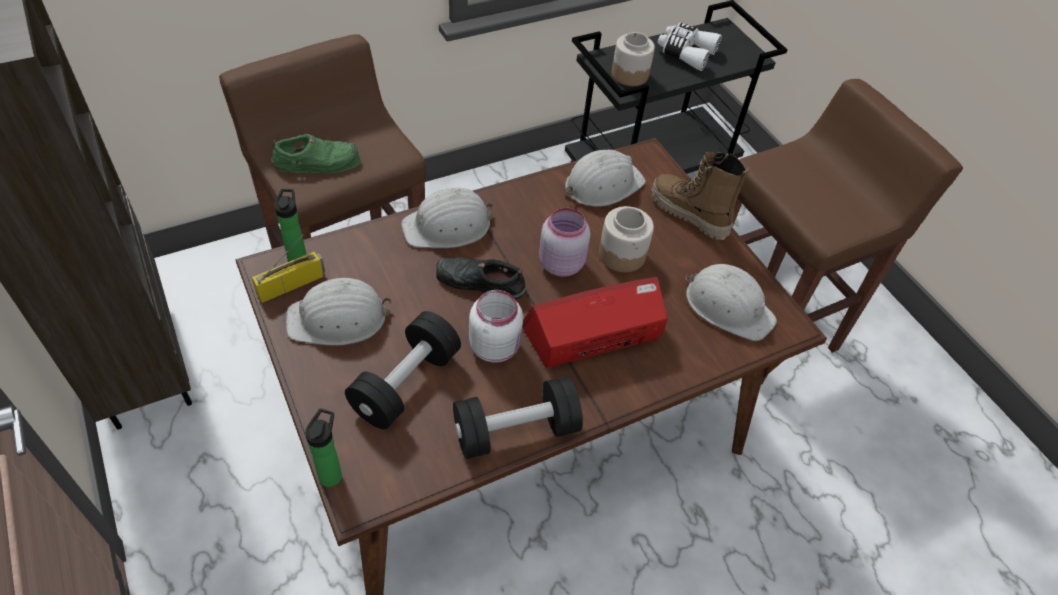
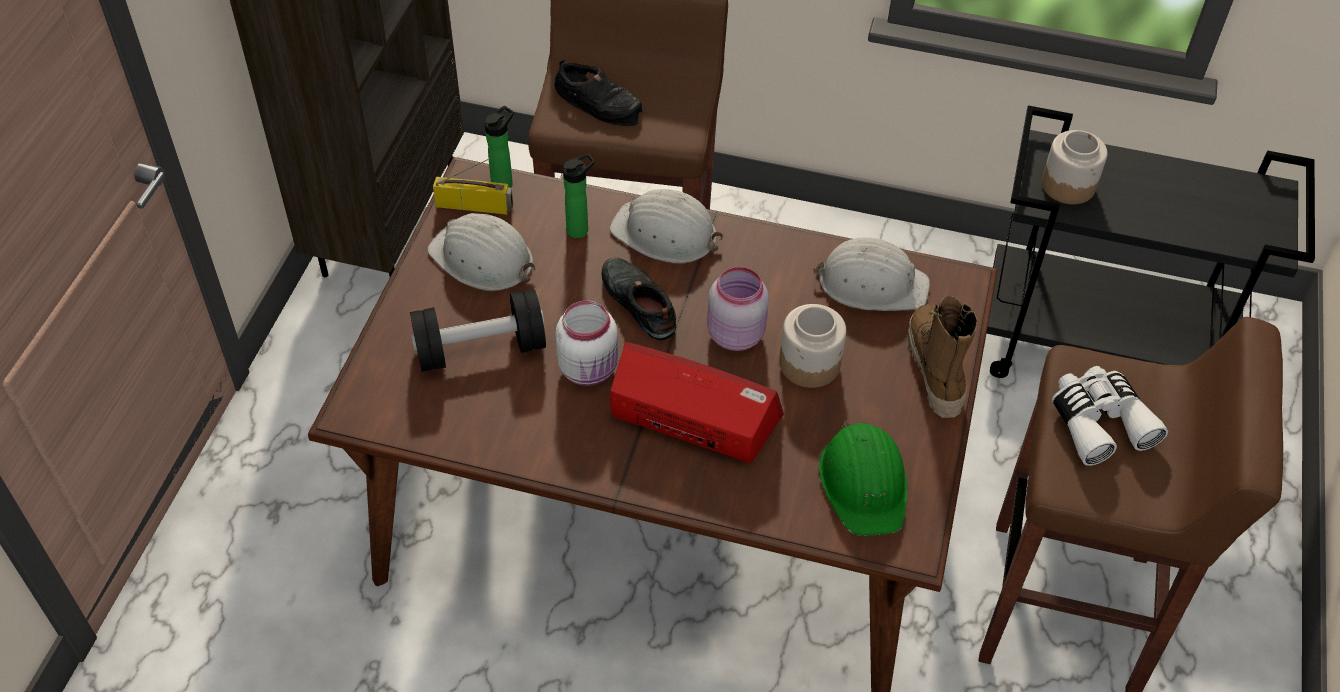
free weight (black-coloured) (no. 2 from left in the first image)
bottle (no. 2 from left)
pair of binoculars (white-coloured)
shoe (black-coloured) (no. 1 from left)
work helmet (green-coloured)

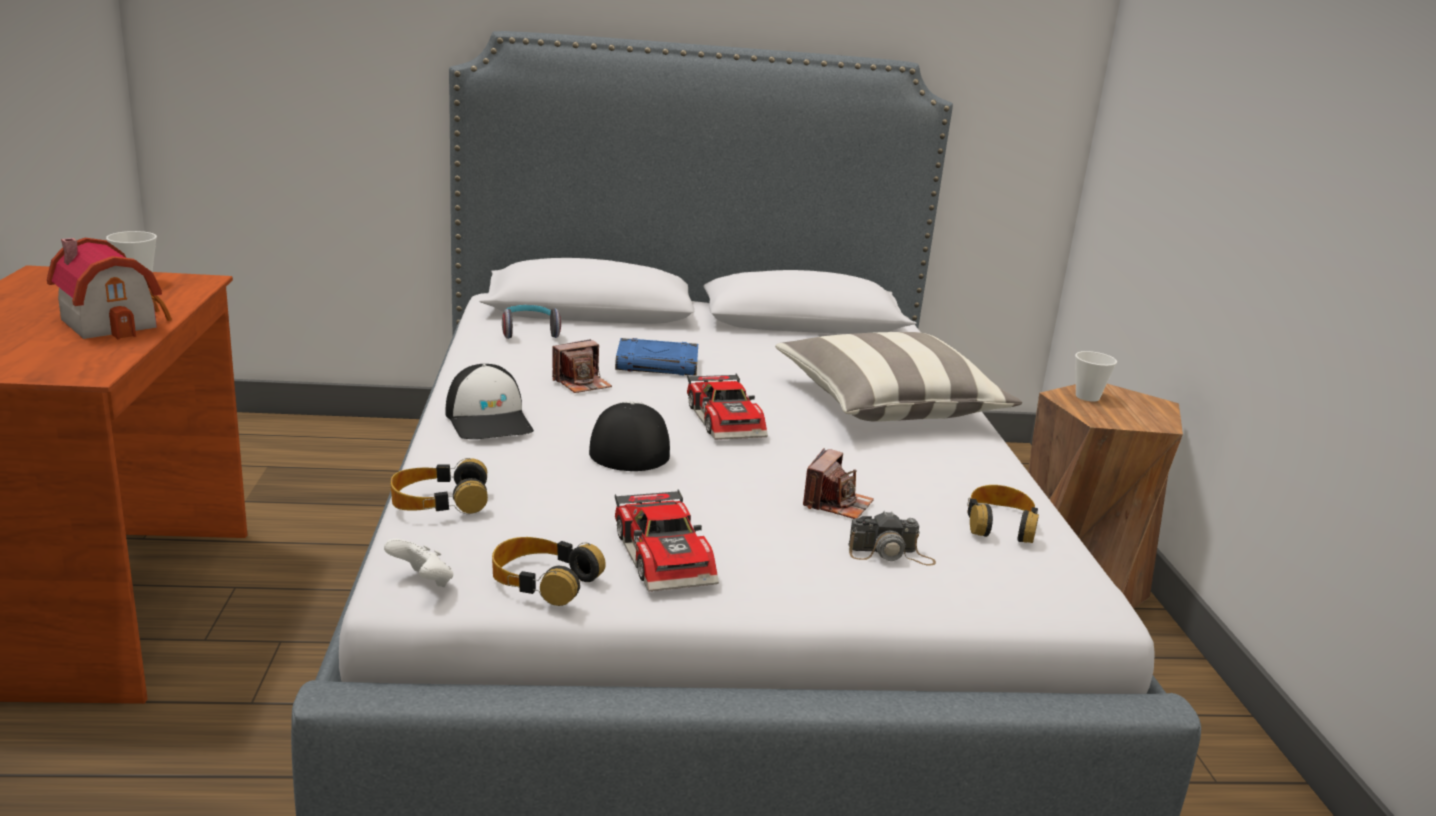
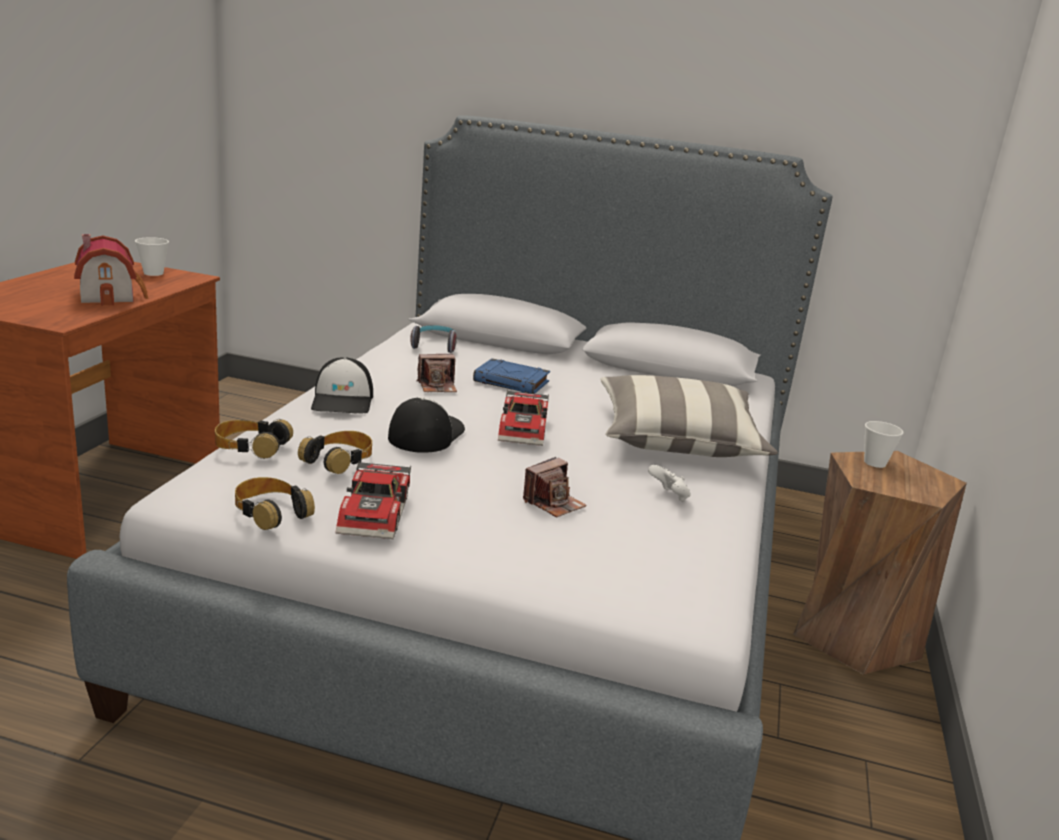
photo camera (no. 3 from left in the first image)
gamepad (white-coloured)
headphones (no. 3 from left)

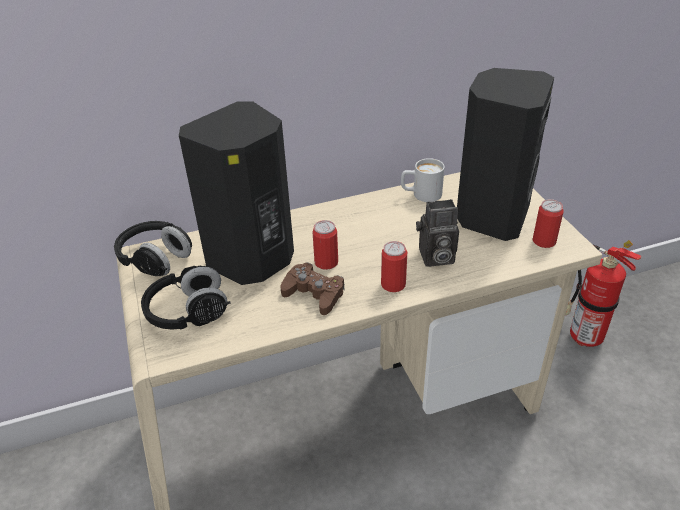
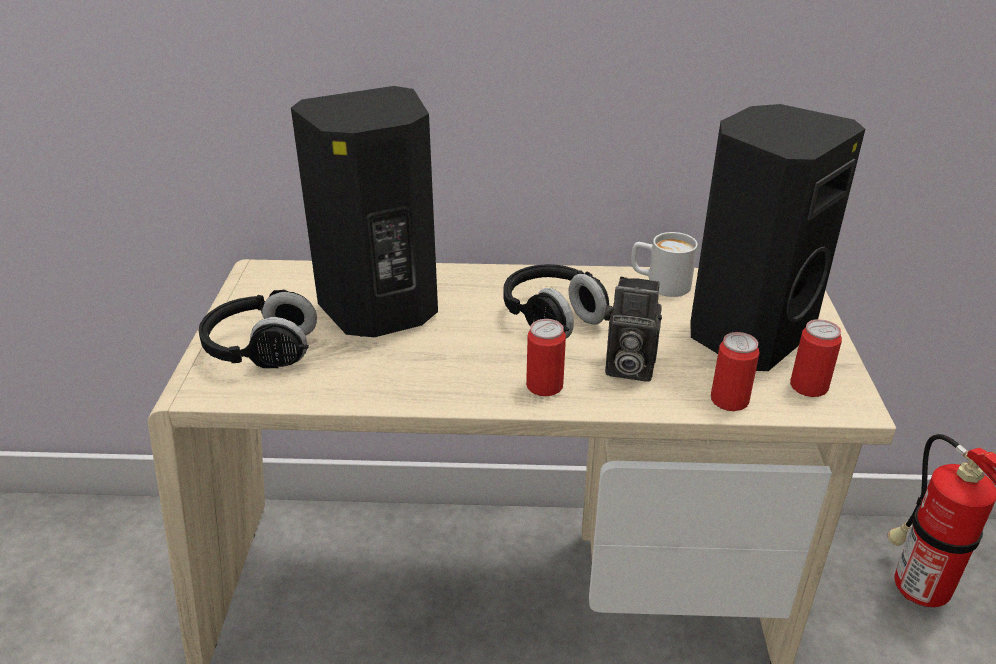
gamepad (brown-coloured)
headphones (black-coloured) (no. 2 from left)
metal can (no. 2 from left)

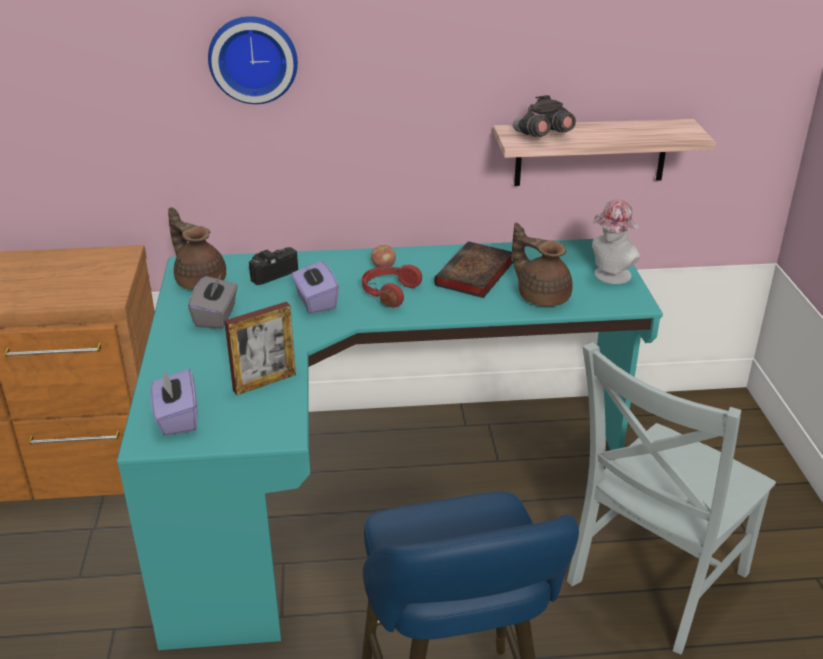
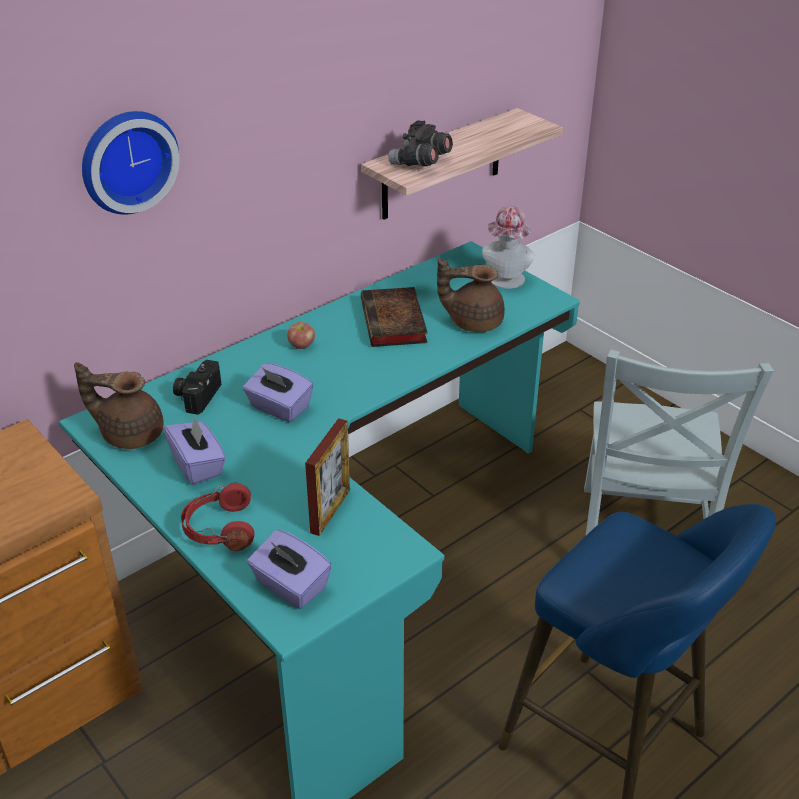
headphones (reddish)
tissue box (purplish) (no. 1 from left)

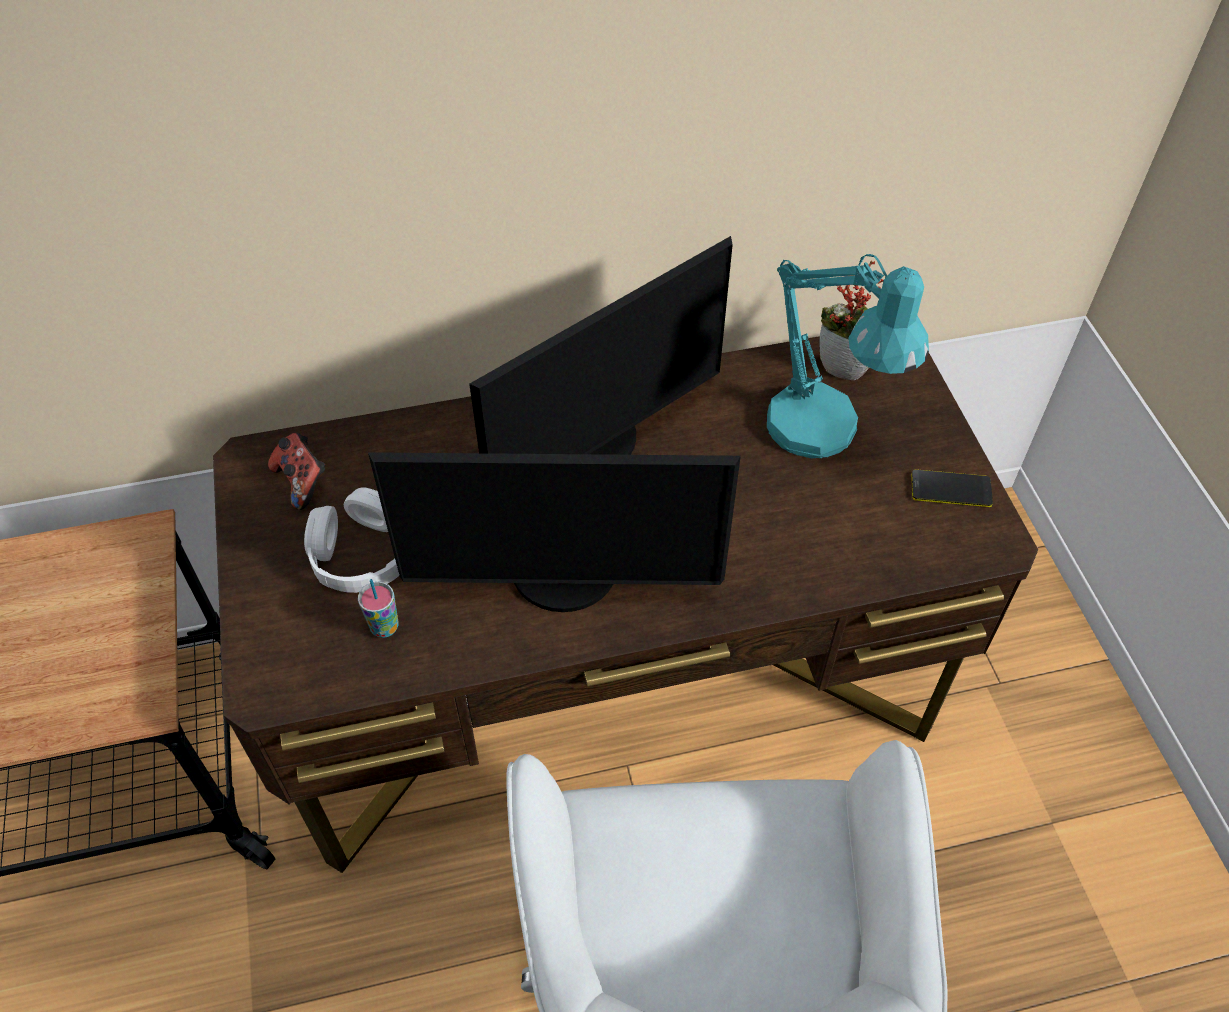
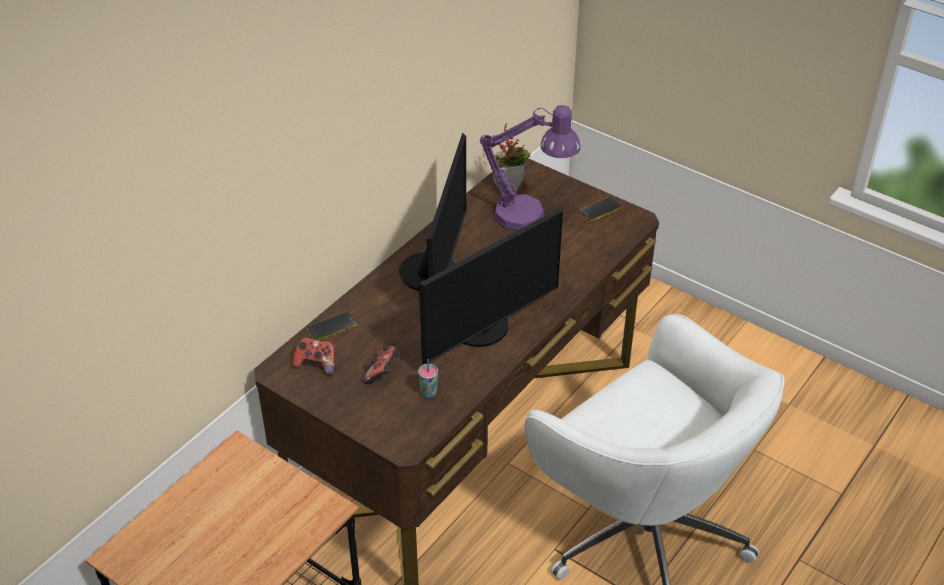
handset (no. 1 from left)
gamepad (no. 2 from left)
table lamp (purplish)

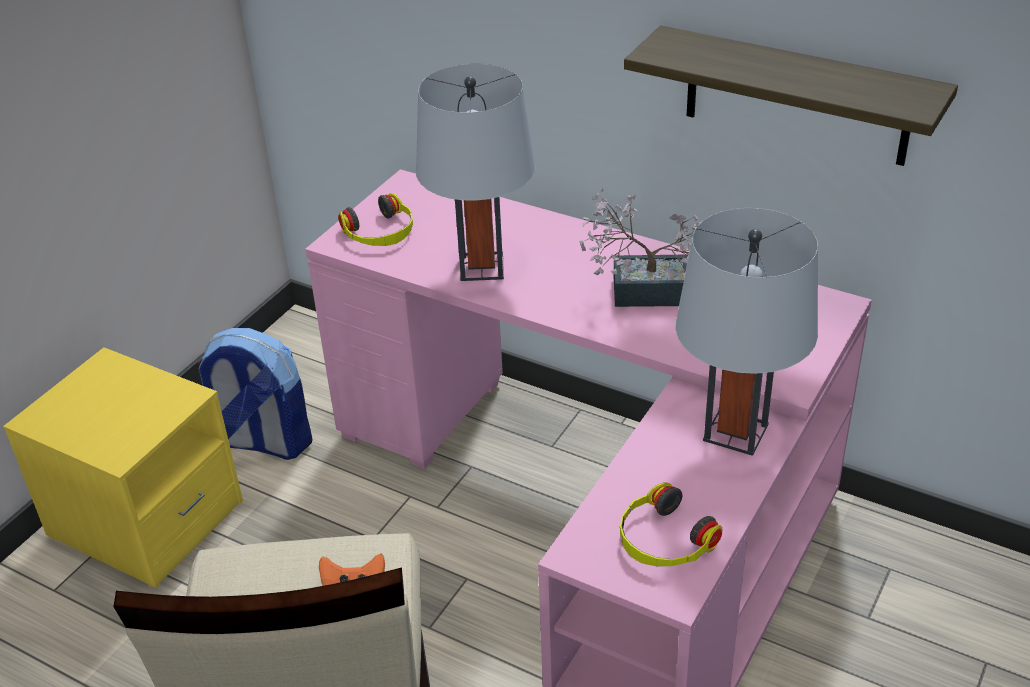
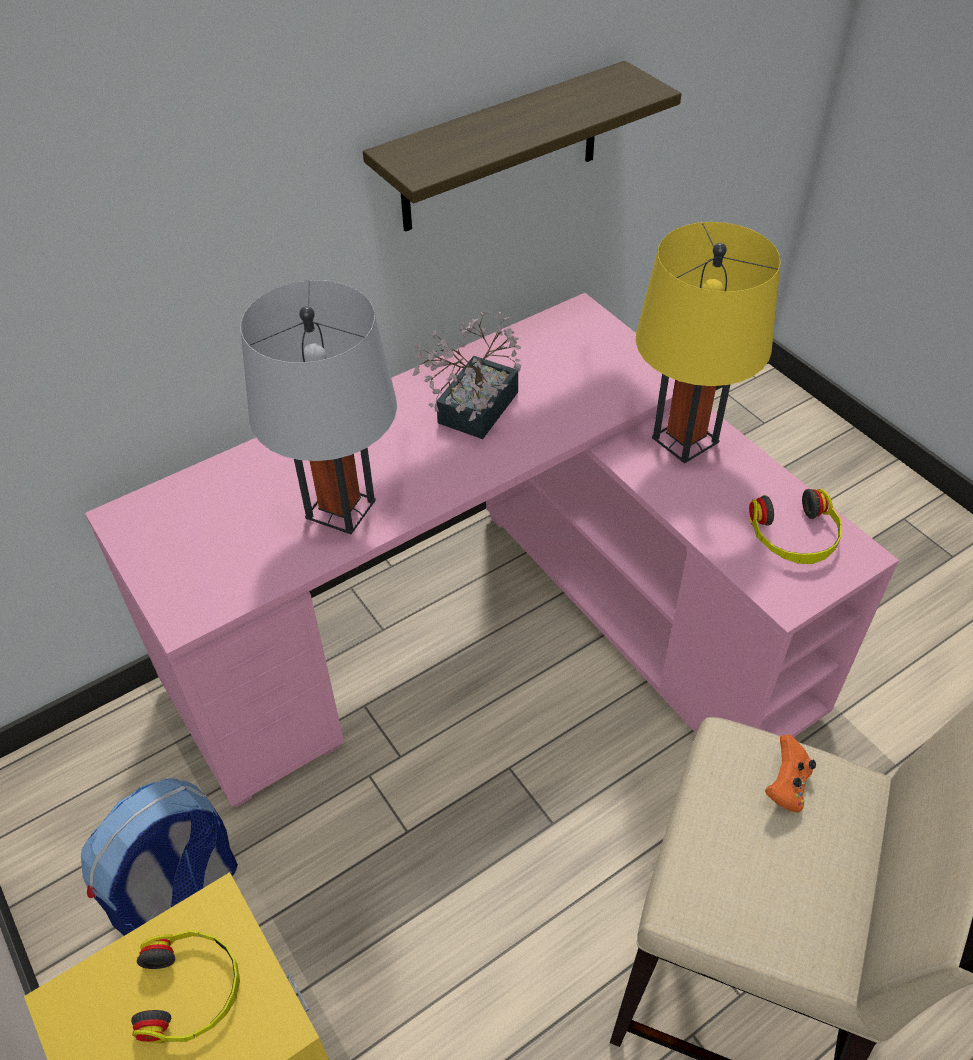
headphones (no. 1 from left)
table lamp (yellow-coloured)

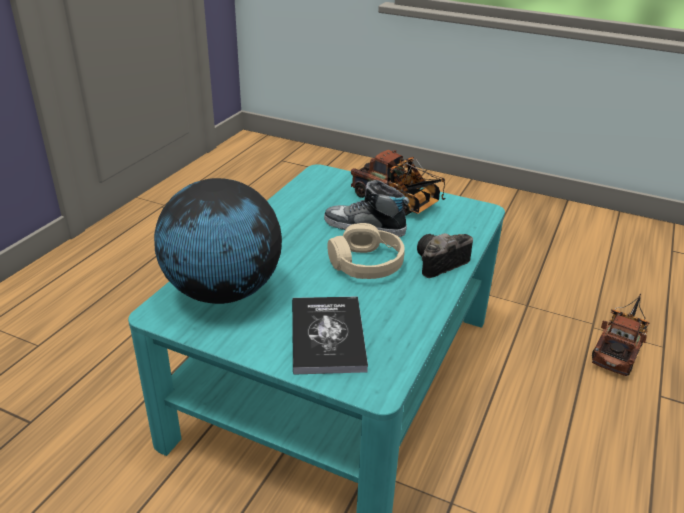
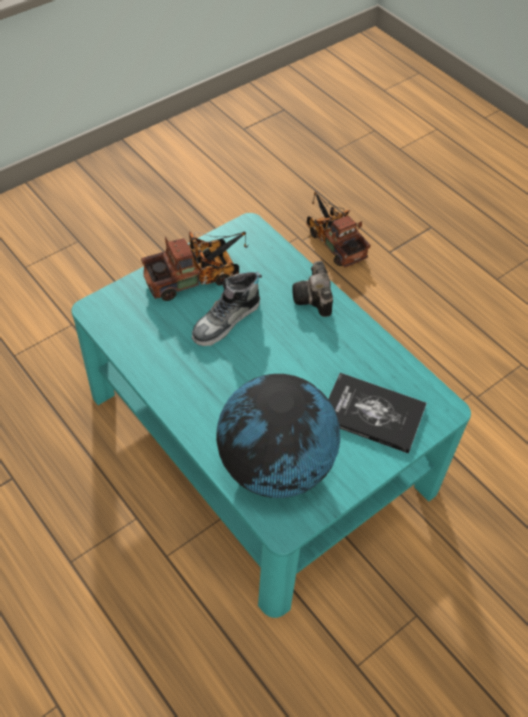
headphones (sand-coloured)

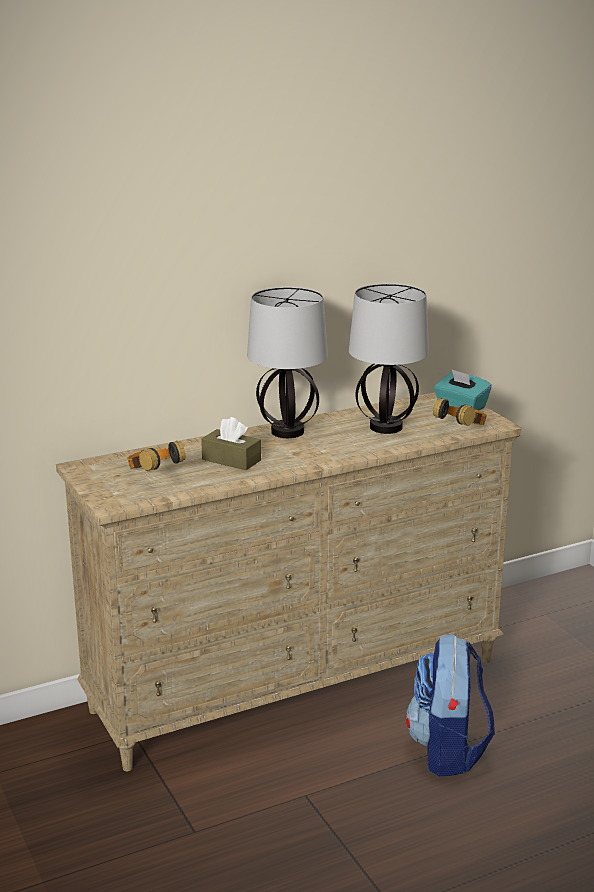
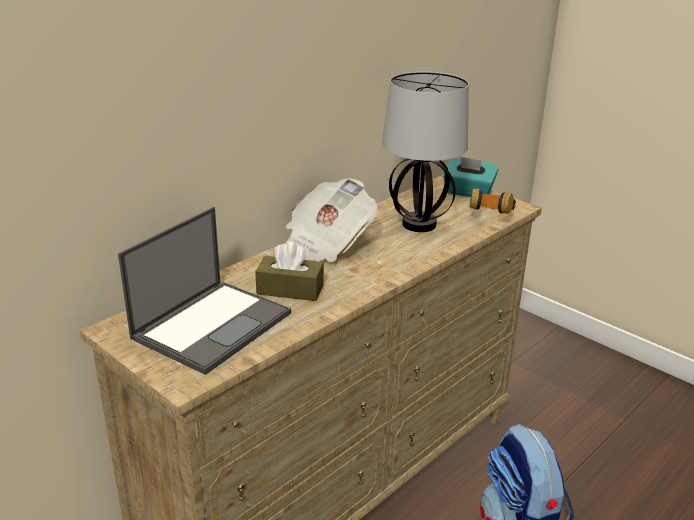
notebook computer
newspaper

